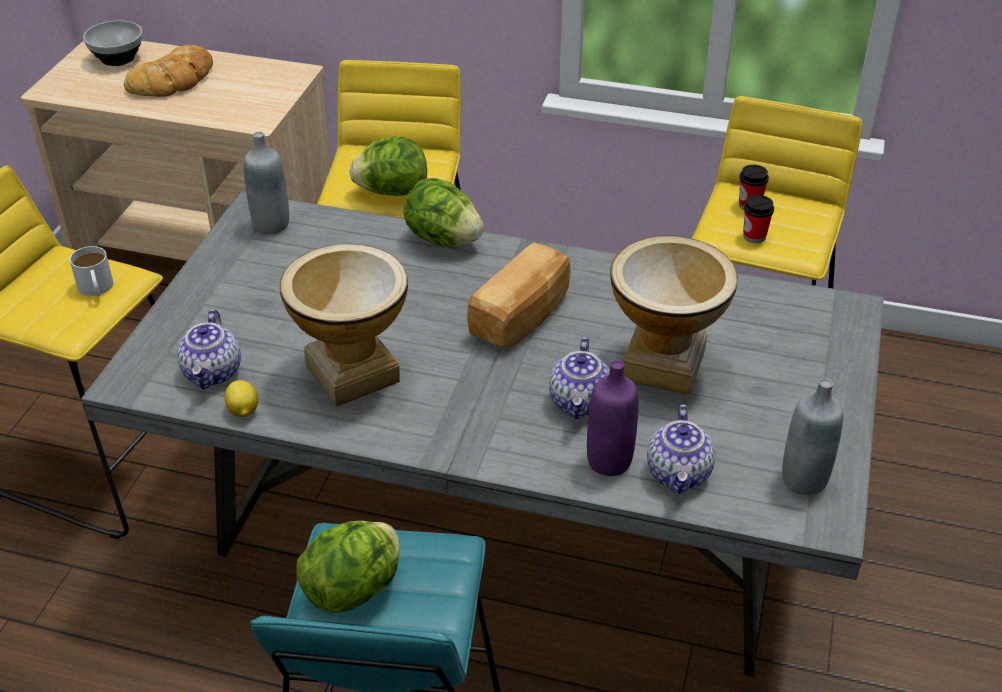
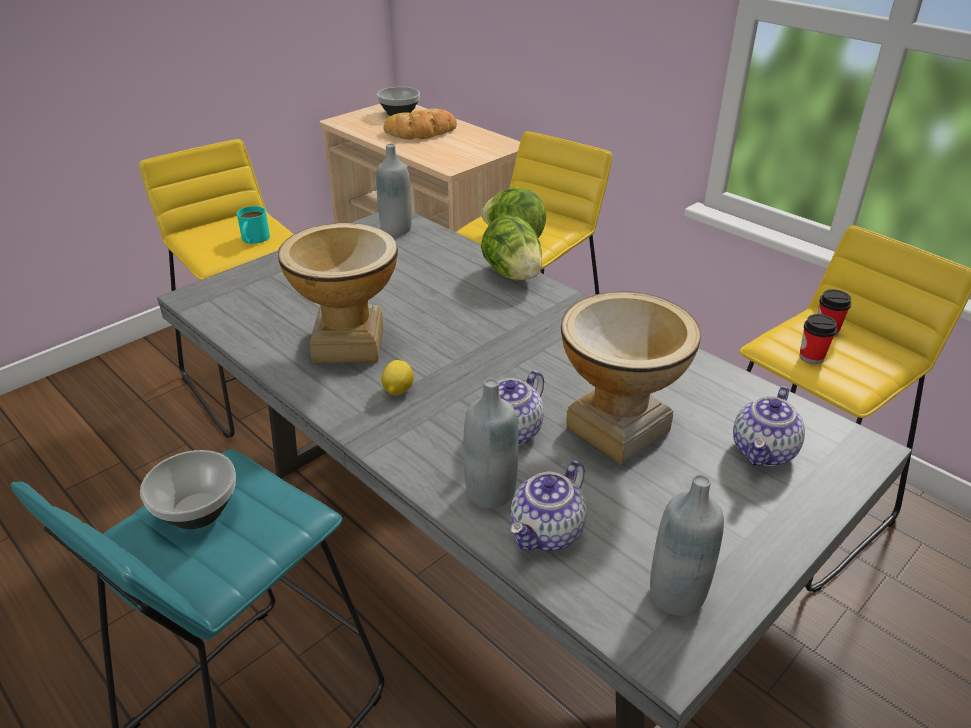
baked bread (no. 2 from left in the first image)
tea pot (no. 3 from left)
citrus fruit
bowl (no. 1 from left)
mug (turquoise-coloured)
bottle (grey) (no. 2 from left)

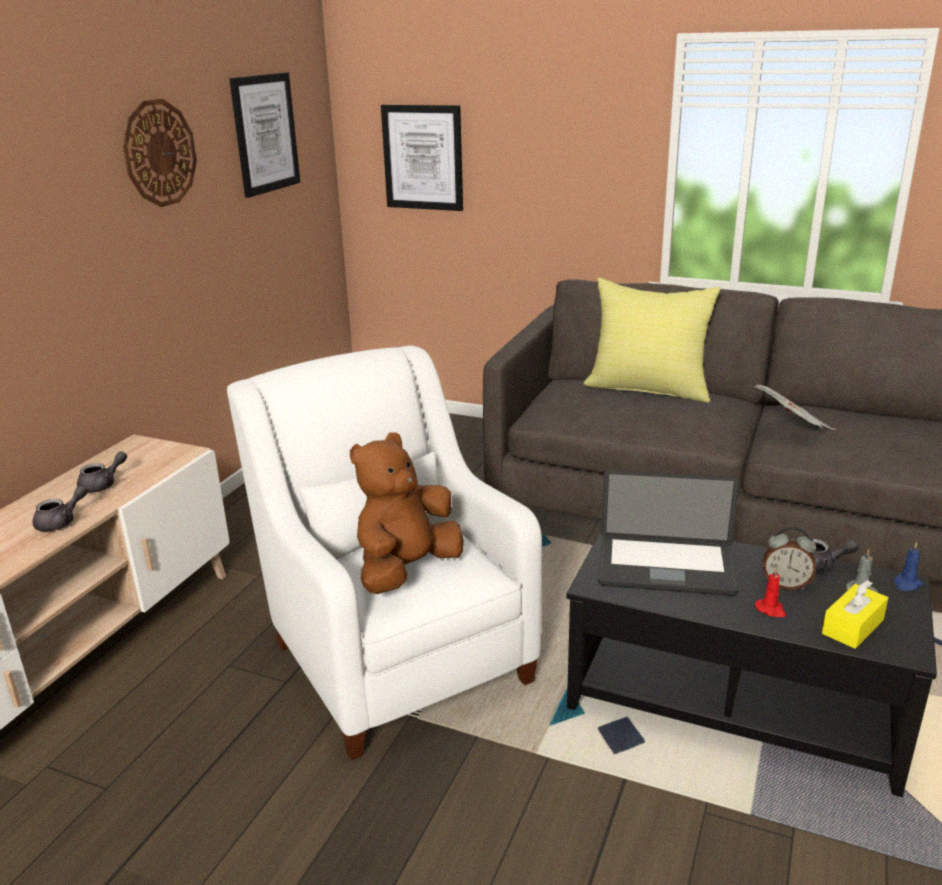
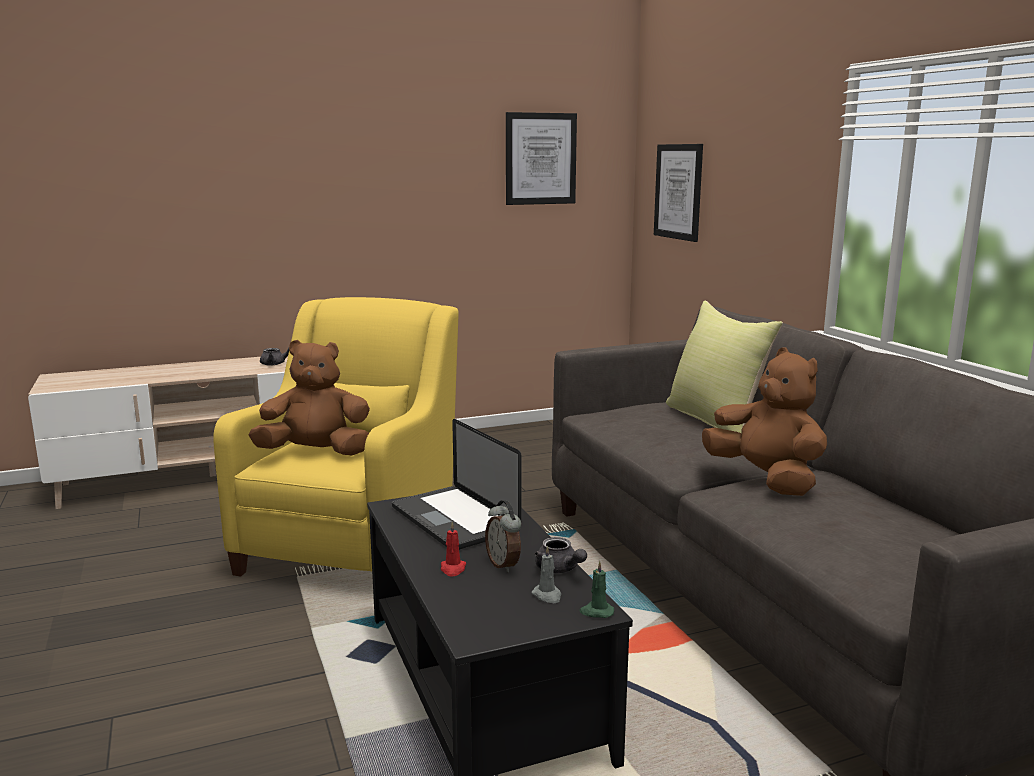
tea pot (grey) (no. 1 from left in the first image)
wall clock
tissue box (yellow-coloured)
soft toy (brown-coloured) (no. 2 from left)
lounge chair (yellow-coloured)
wax light (green-coloured)

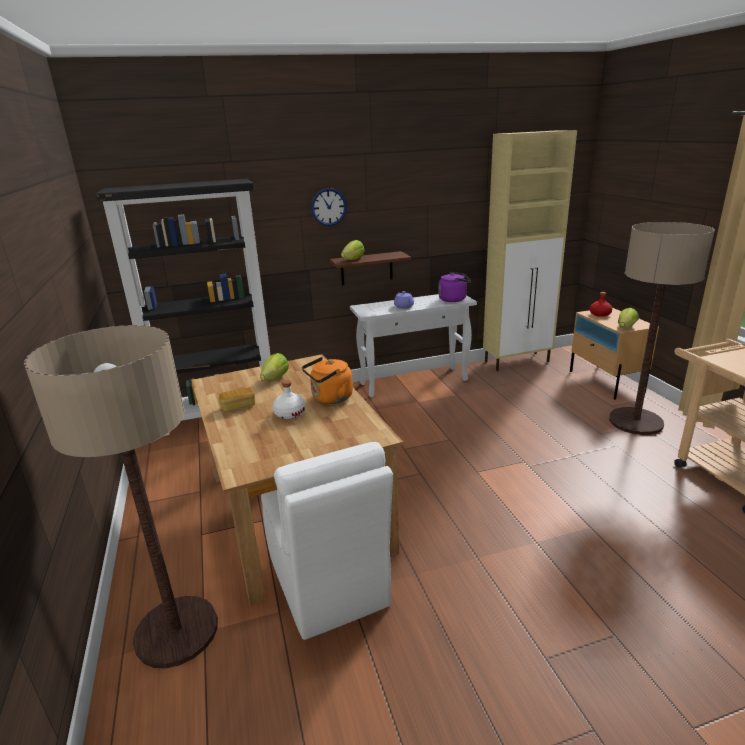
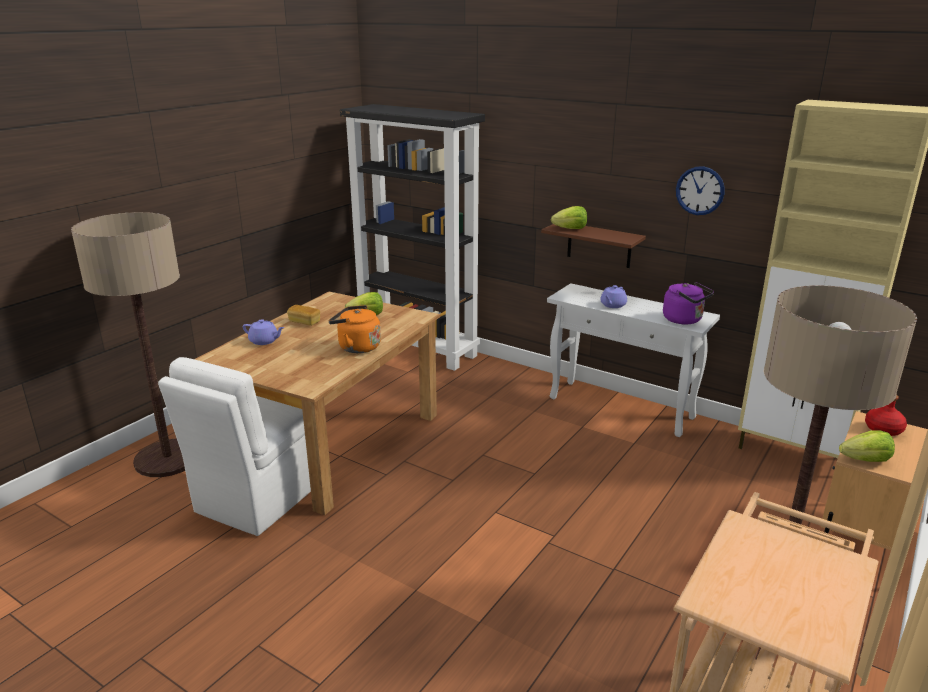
bottle (white-coloured)
tea pot (purplish) (no. 1 from left)
wall clock

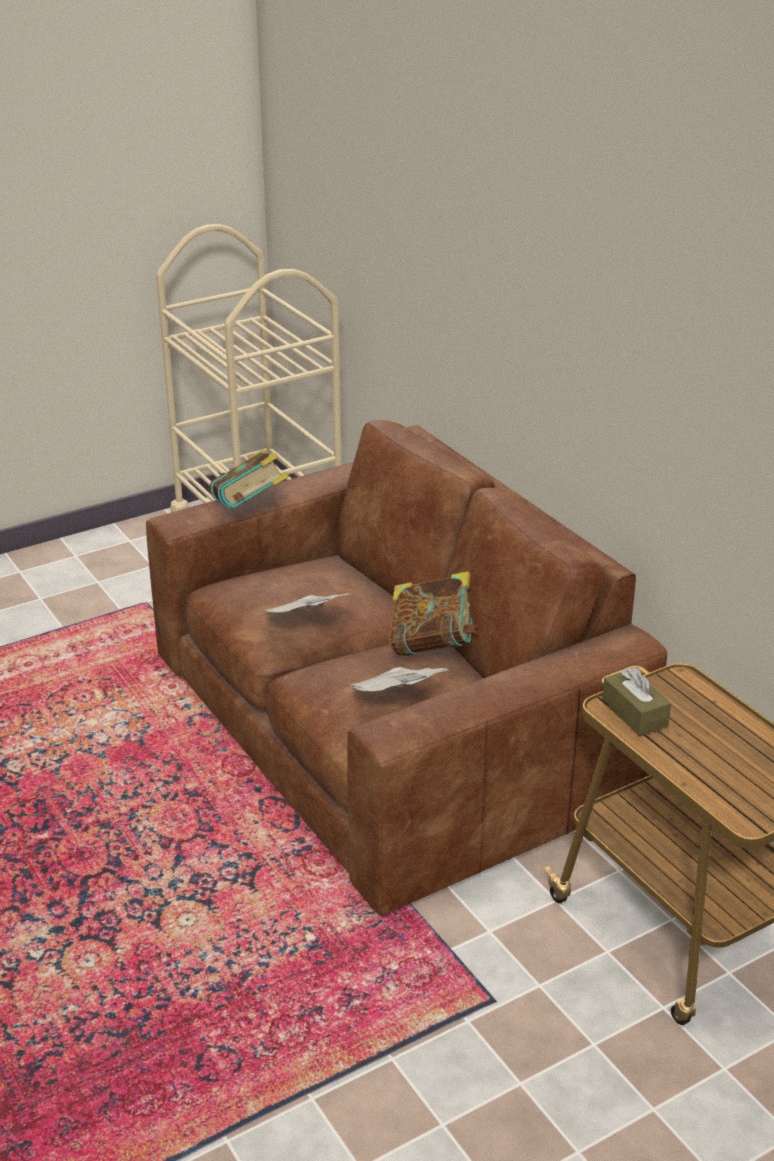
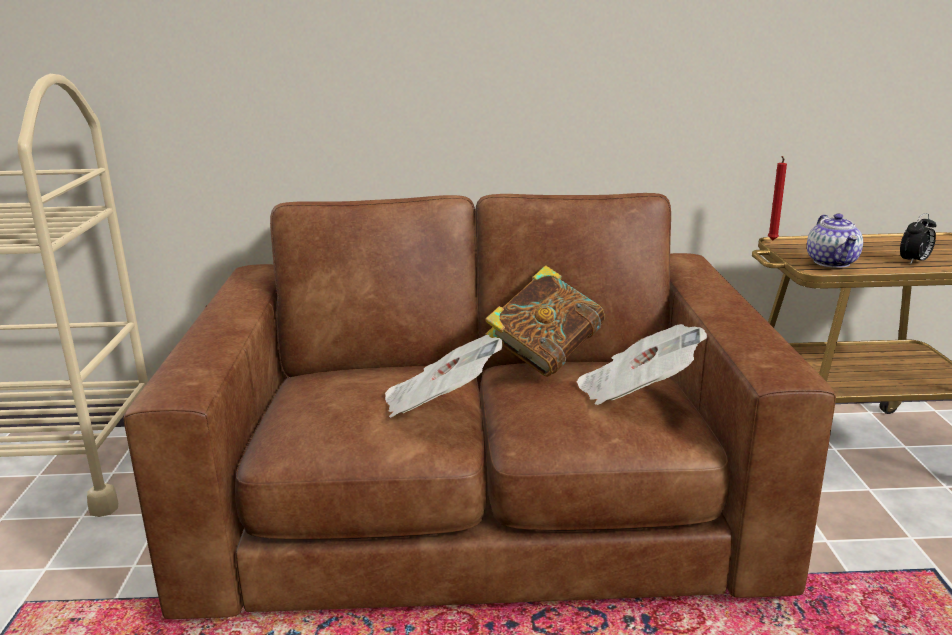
volume (no. 1 from left in the first image)
wax light (reddish)
bedside clock
tea pot

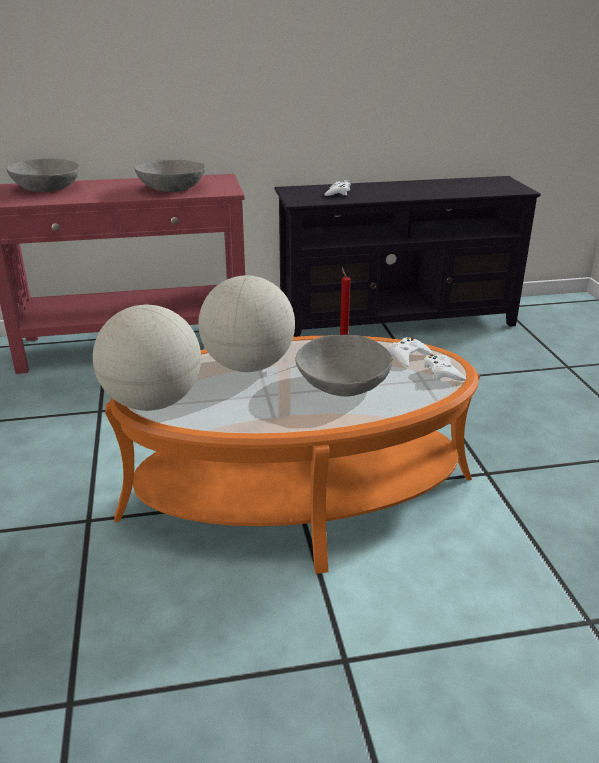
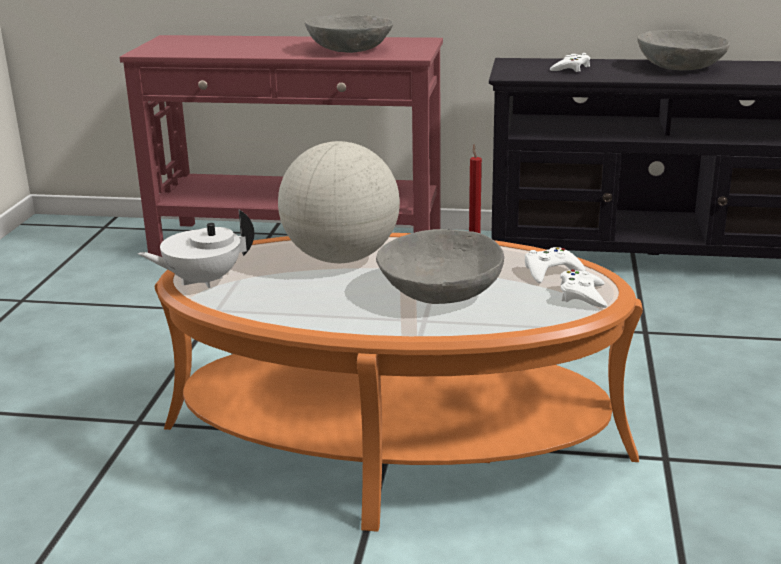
bowl (grey) (no. 3 from left)
tea pot (white-coloured)

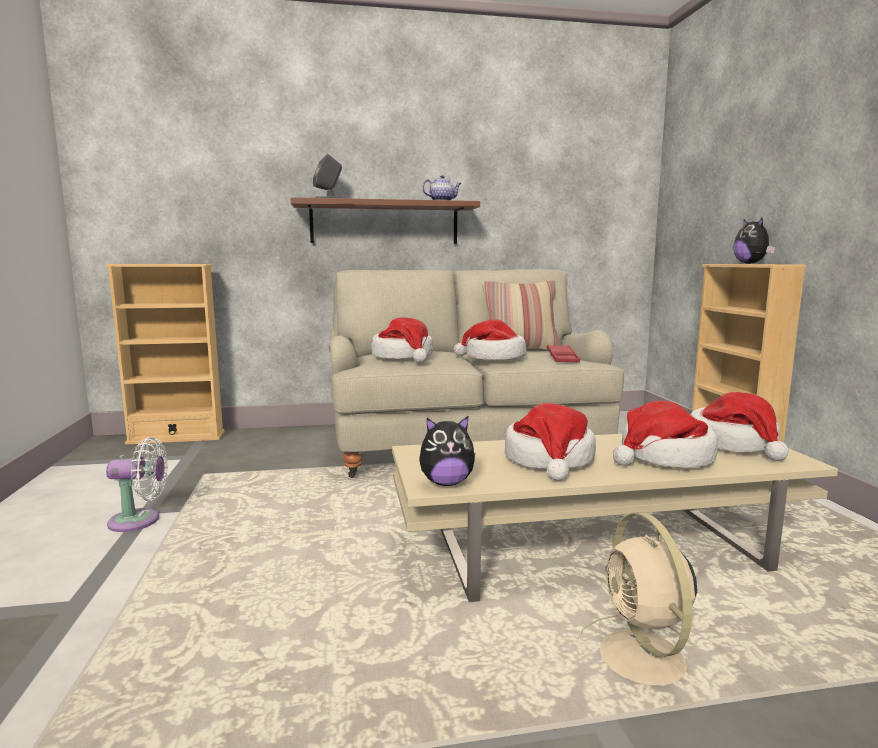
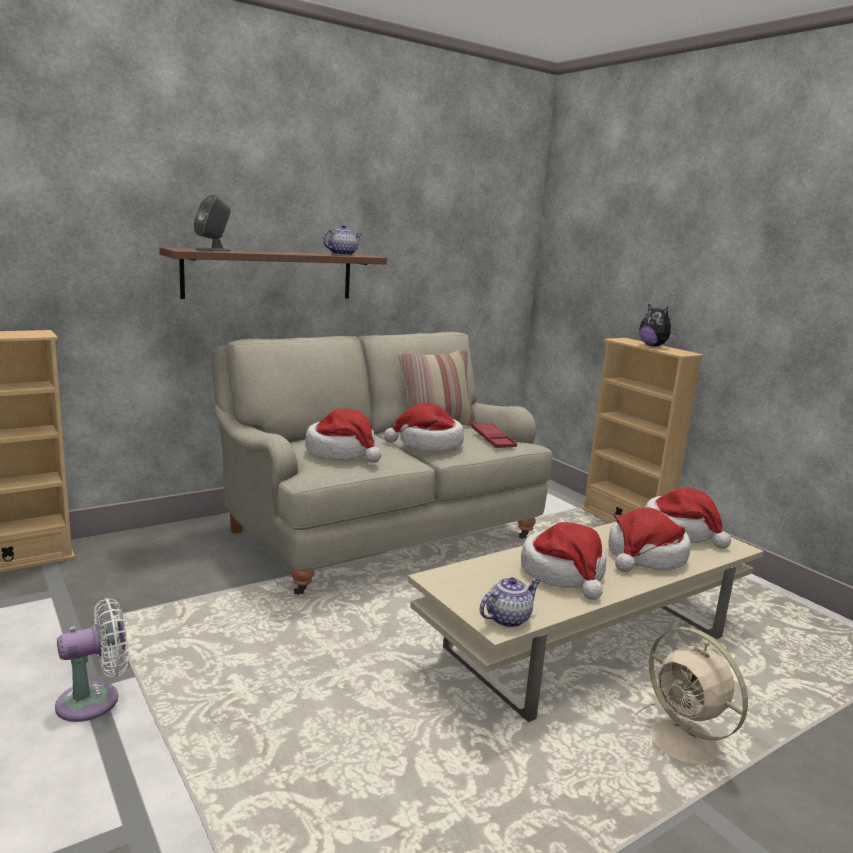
tea pot (no. 2 from left)

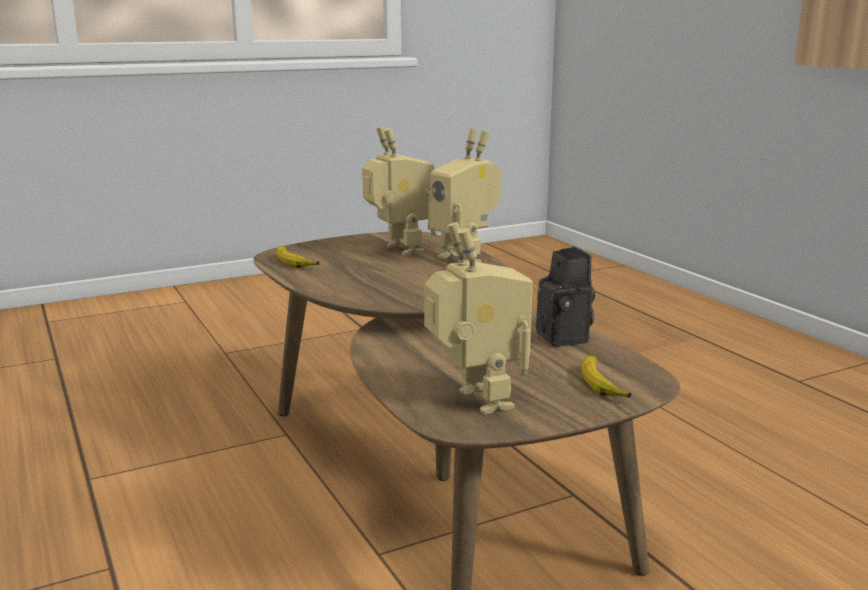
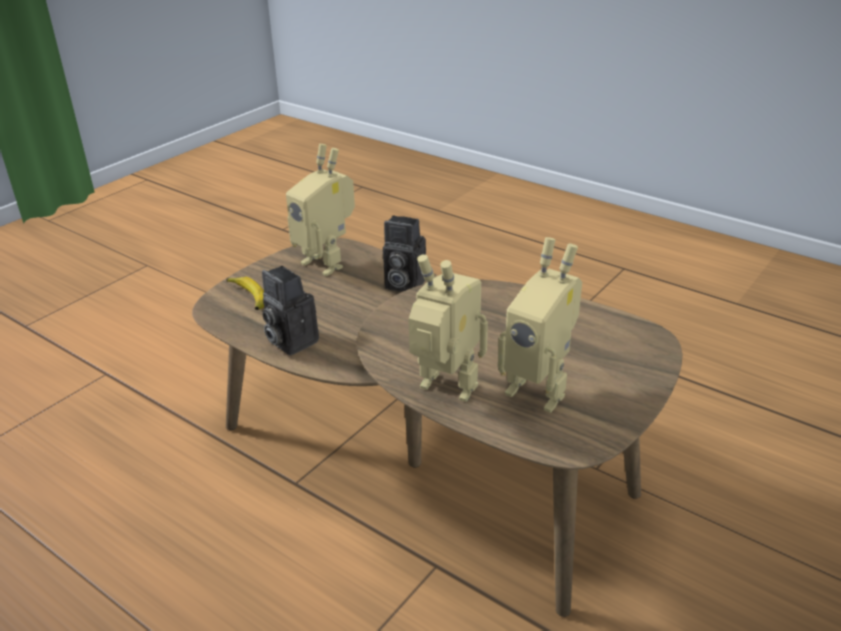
banana (no. 1 from left in the first image)
photo camera (no. 2 from left)

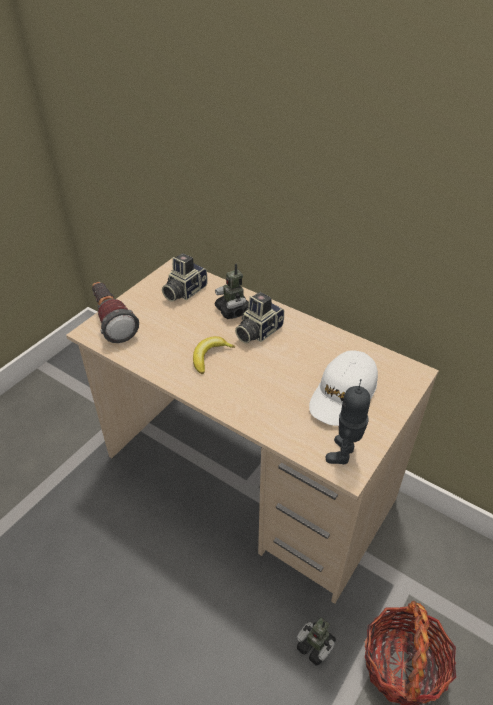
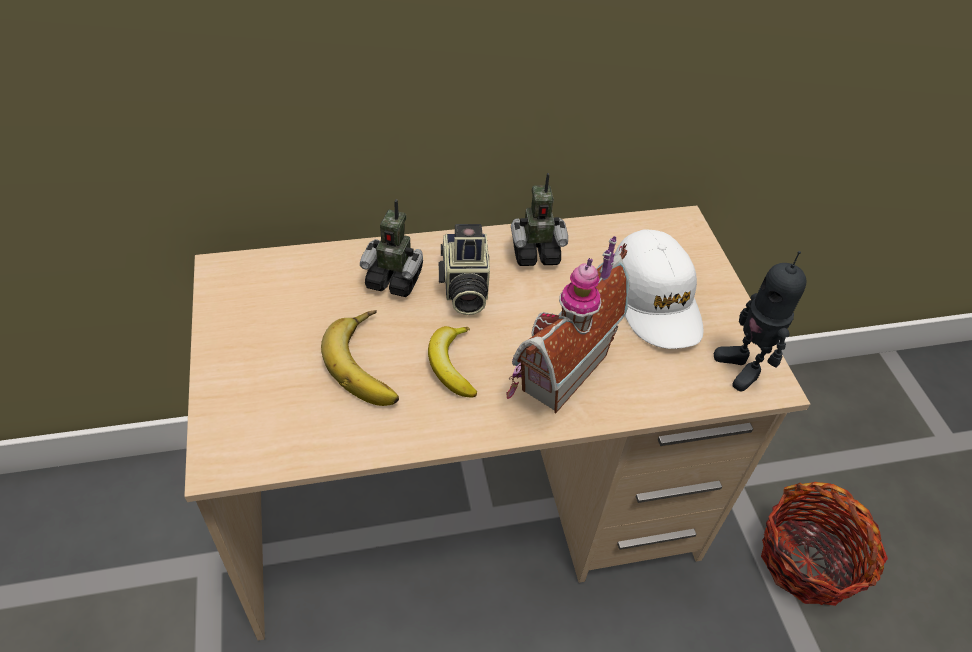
torch
photo camera (no. 1 from left in the first image)
banana (no. 1 from left)
miniature house
model robot (no. 2 from left)

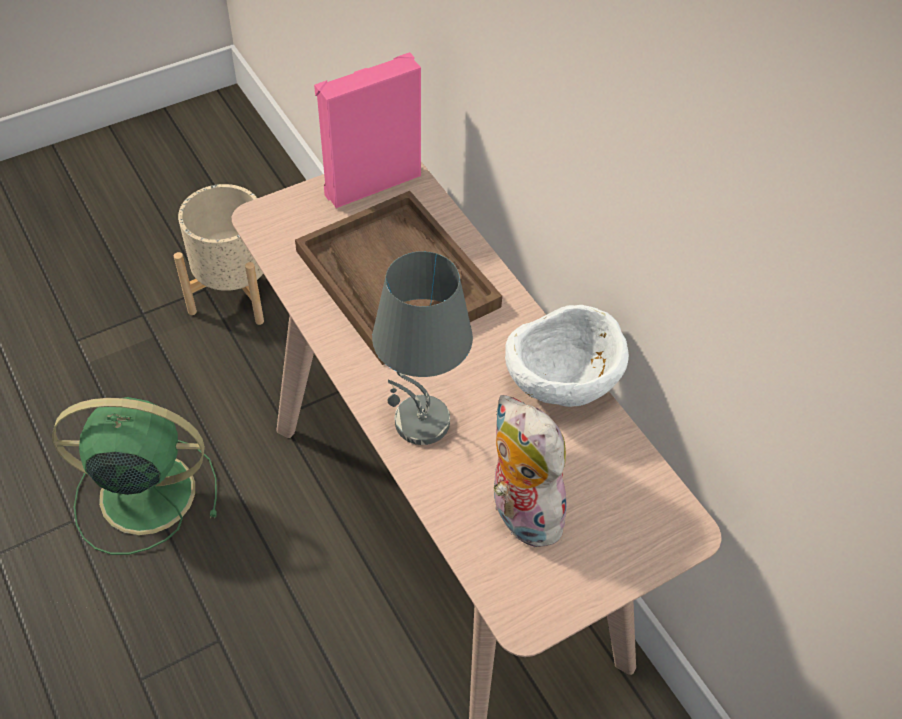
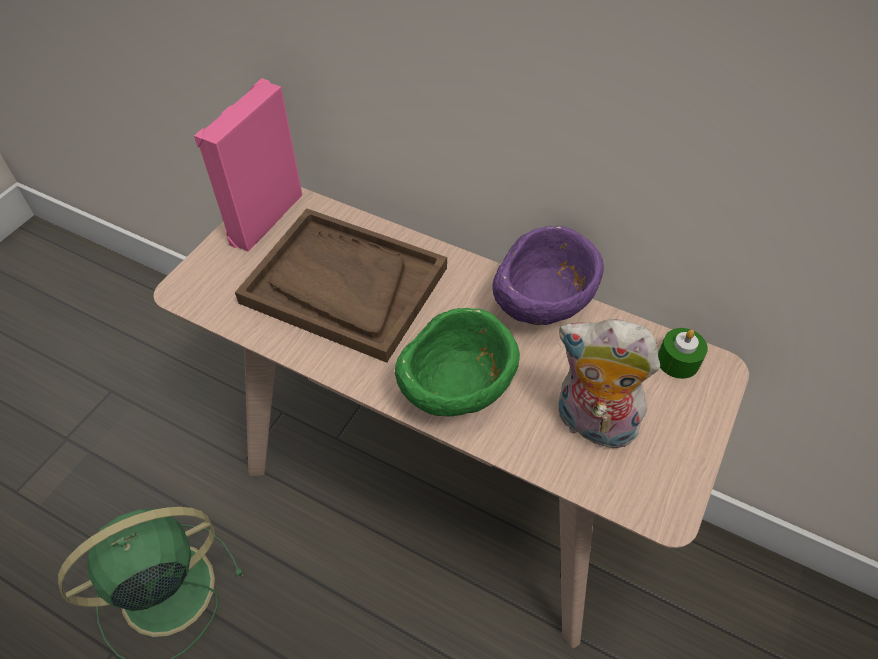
planter (sand-coloured)
wax light (green-coloured)
bowl (green-coloured)
bowl (purplish)

